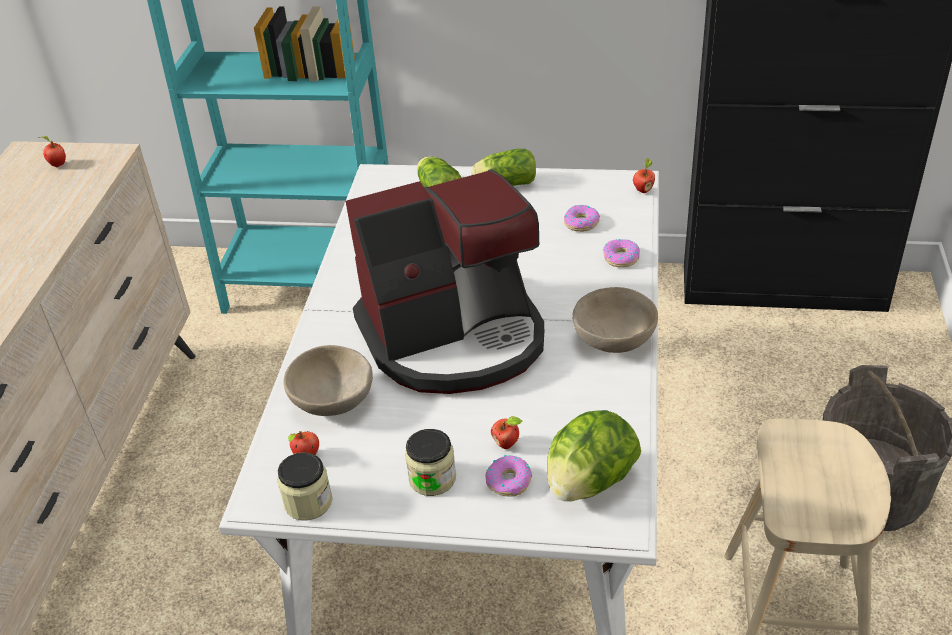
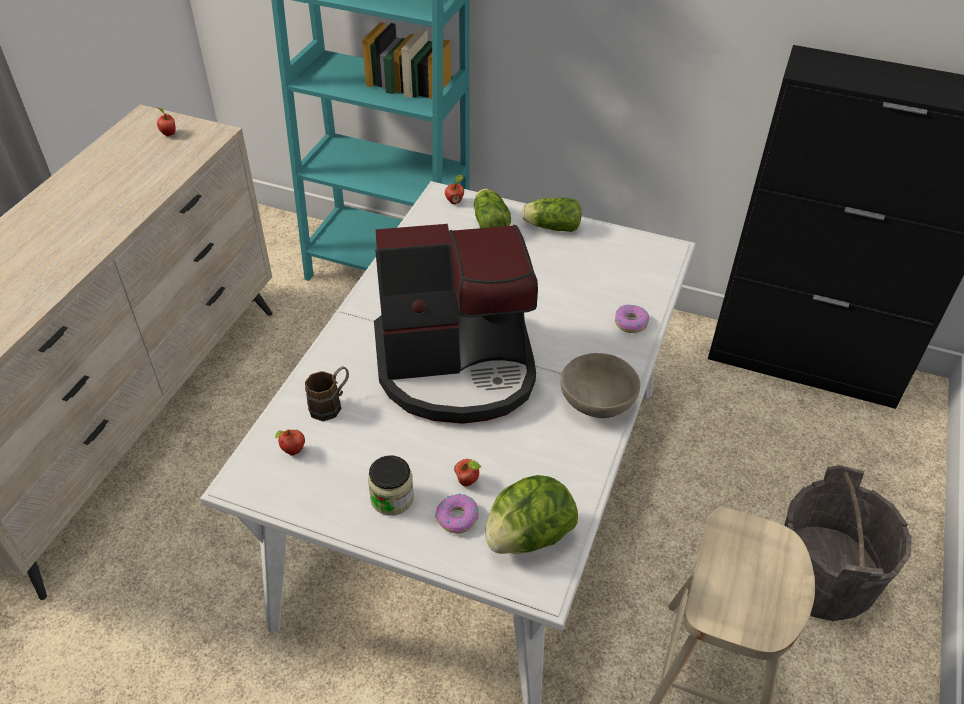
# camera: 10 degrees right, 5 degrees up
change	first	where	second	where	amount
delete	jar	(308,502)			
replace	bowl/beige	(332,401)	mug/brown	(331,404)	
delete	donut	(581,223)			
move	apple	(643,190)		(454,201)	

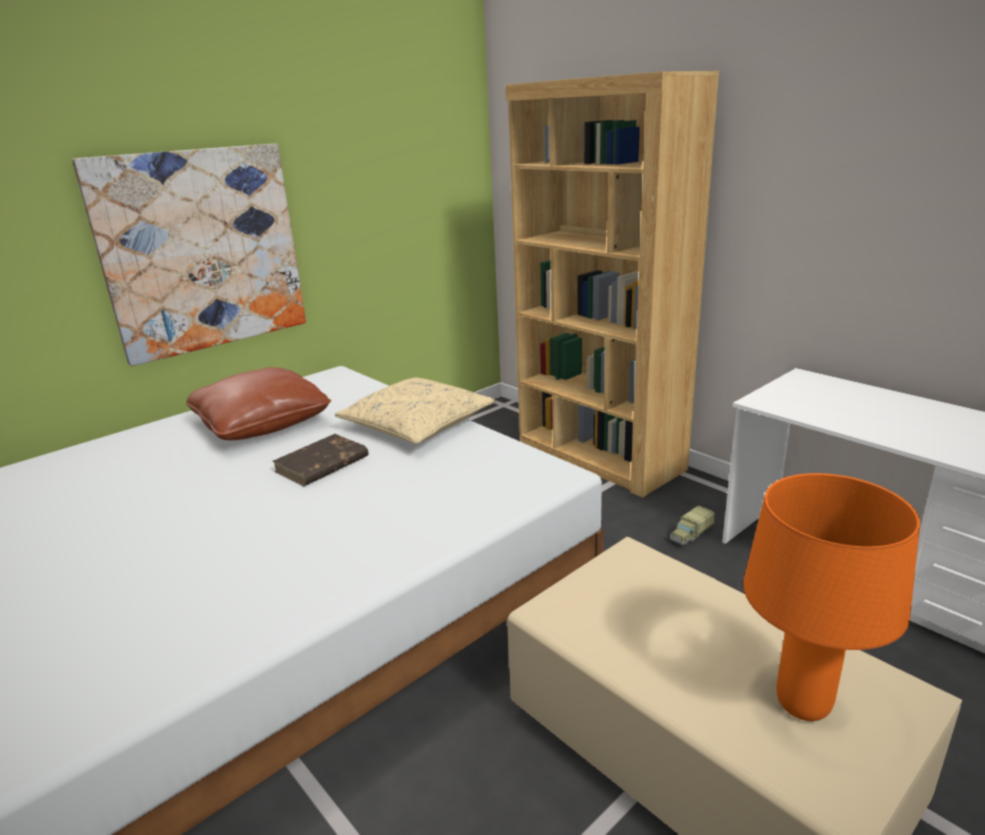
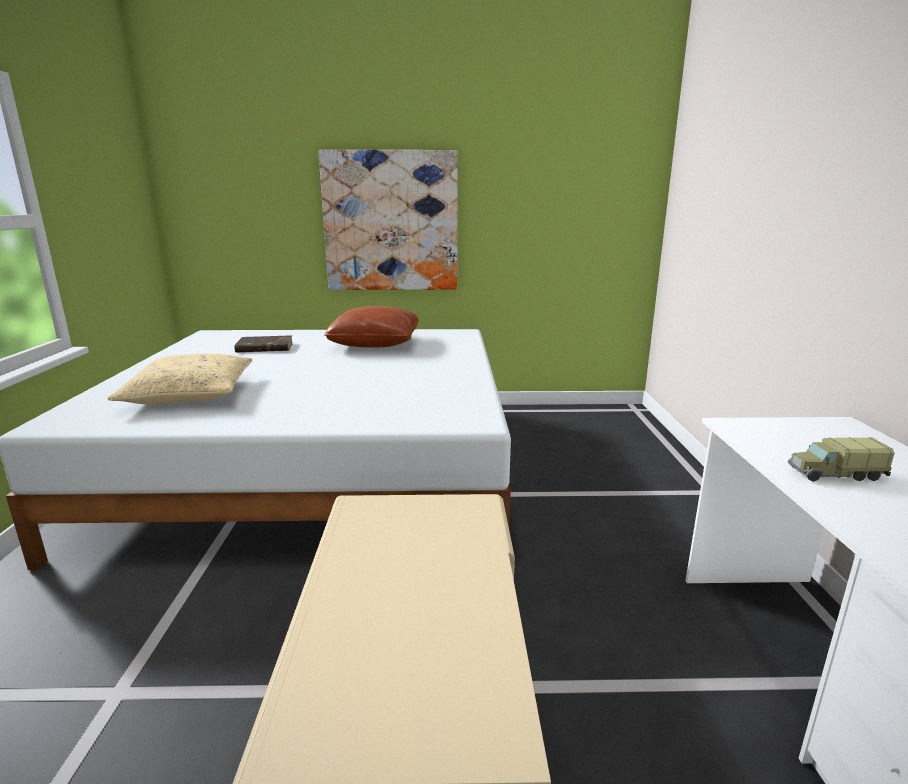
# camera: 40 degrees right, 5 degrees down
change	first	where	second	where	amount
move	book/brown	(321,465)		(264,348)	
move	pillow/beige	(417,424)		(190,393)	
delete	bookcase/brown	(599,456)			
move	toy truck	(690,535)		(834,474)	
delete	table lamp/orange	(804,705)			

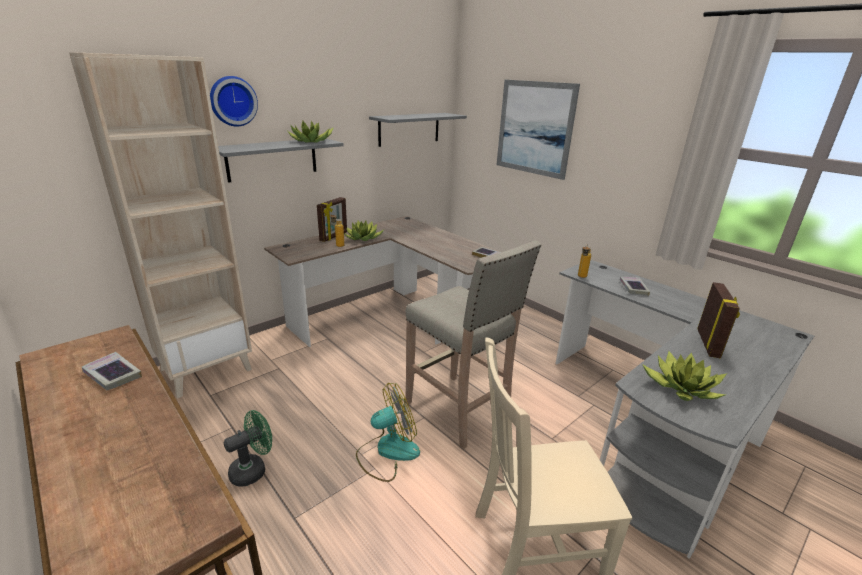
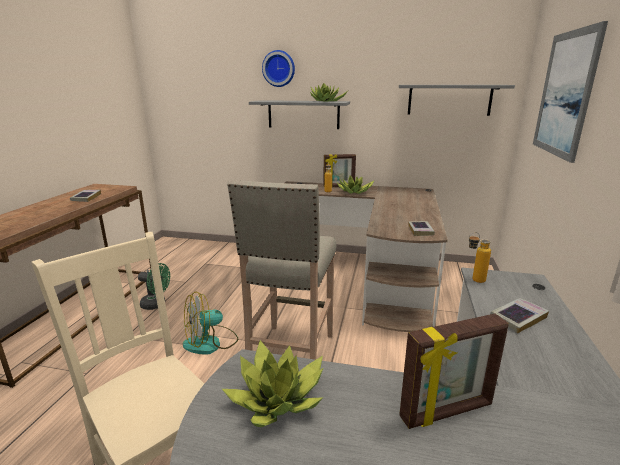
# camera: 55 degrees right, 5 degrees down
change	first	where	second	where	amount
delete	bookcase/beige	(206,368)			
rotate	fan	(387,452)		(211,343)	120 degrees clockwise

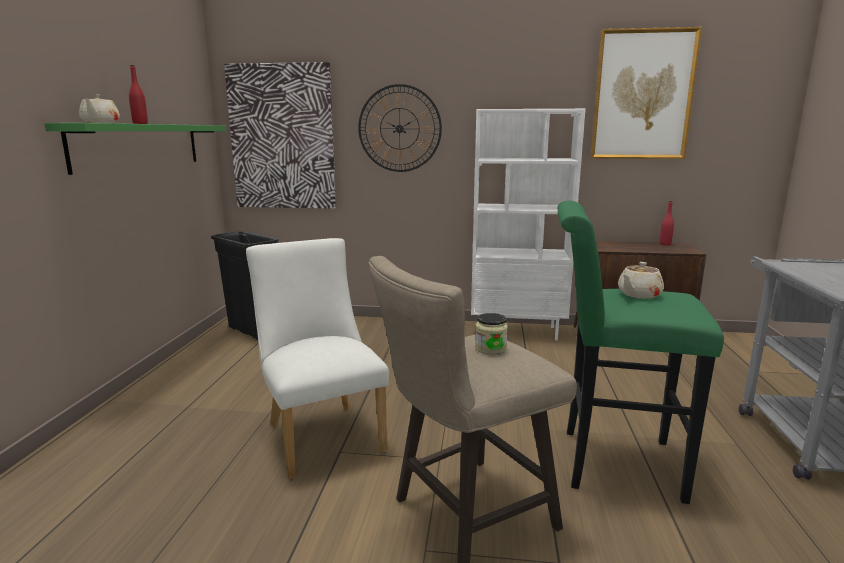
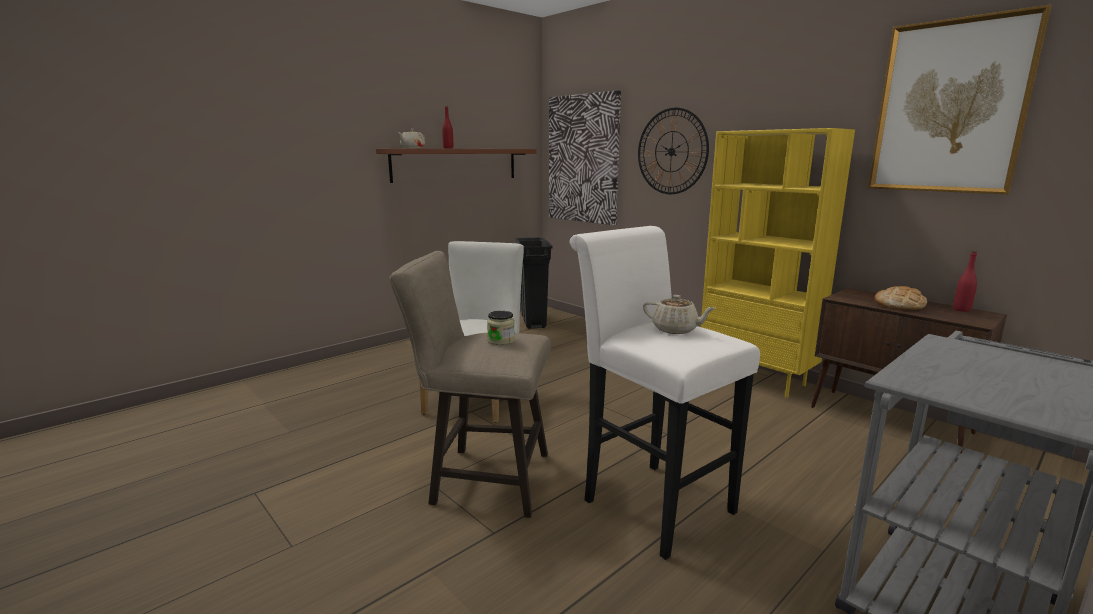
# camera: 40 degrees right, 0 degrees up
change	first	where	second	where	amount
recolor	shelf/green	(140,146)	shelf/brown	(456,164)	
recolor	bookcase/white	(517,331)	bookcase/yellow	(756,378)	
recolor	stool/green	(609,462)	stool/white	(650,501)	
rotate	teapot/beige	(638,295)		(675,330)	150 degrees counterclockwise
insert			bread	(899,304)	

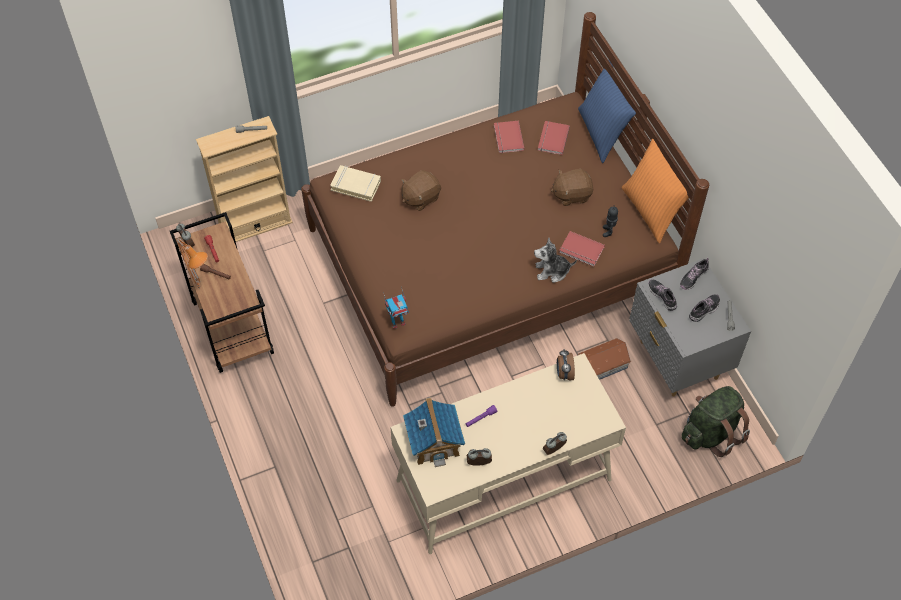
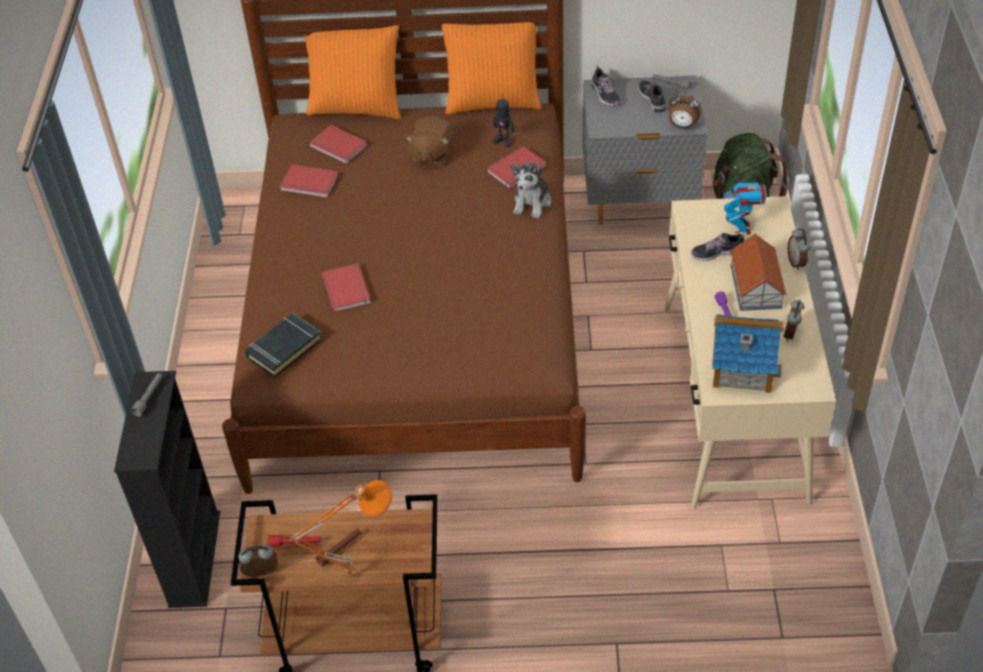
# camera: 65 degrees left, 10 degrees down
change	first	where	second	where	amount
recolor	bookcase/beige	(255,225)	bookcase/black	(194,559)	
recolor	book/beige	(356,185)	book/black	(284,348)	
move	toy robot	(397,322)		(742,228)	
replace	plush toy/brown	(420,198)	book/red	(348,289)	
move	alarm clock	(564,373)		(682,126)	
recolor	pillow/blue	(602,133)	pillow/orange	(356,107)	
move	toy house	(602,364)		(755,287)	
move	shoe	(662,296)		(717,253)	

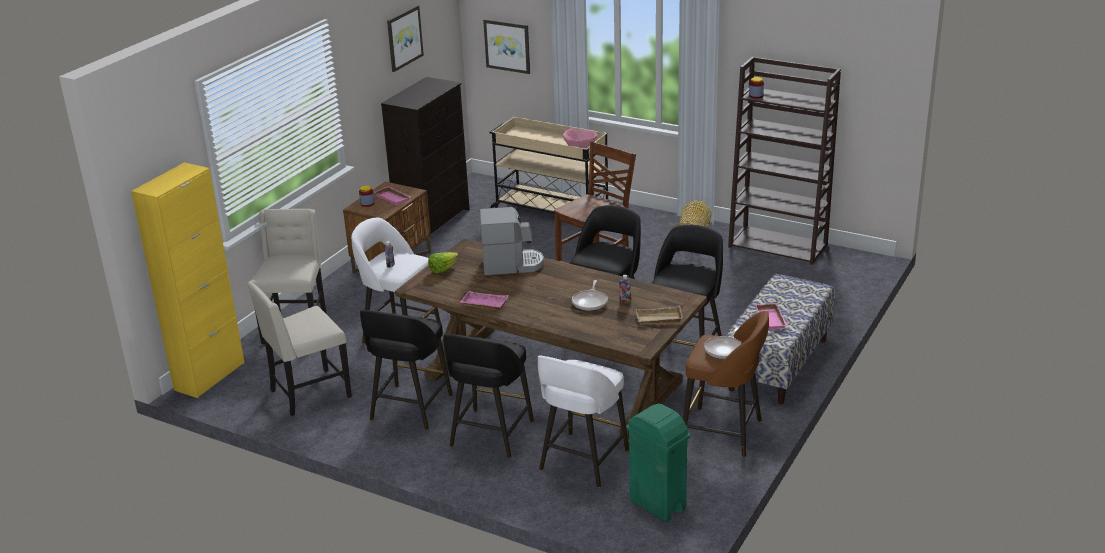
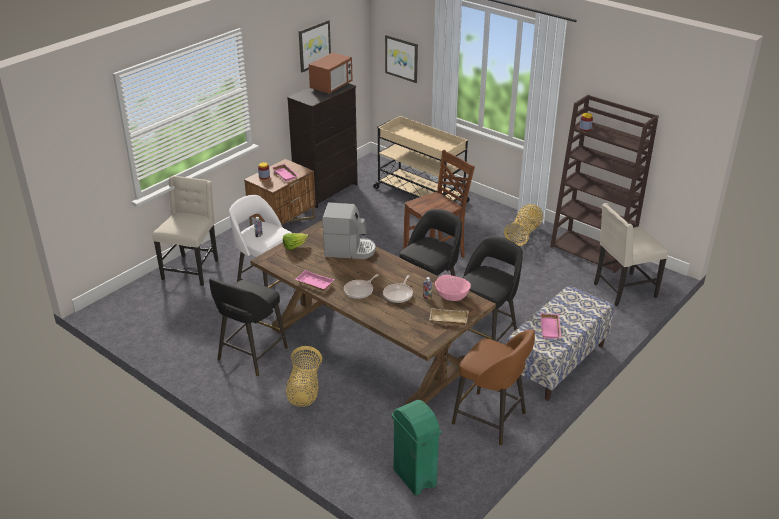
# camera: 10 degrees right, 5 degrees up
change	first	where	second	where	amount
delete	cabinet/yellow	(209,376)			
move	chair/beige	(308,394)		(623,290)	
replace	stool/black	(490,435)	basket	(304,389)	
delete	stool/white	(582,461)			
move	bowl/pink	(580,146)		(452,295)	
move	frying pan	(724,349)		(360,290)	
insert			microwave	(331,86)	

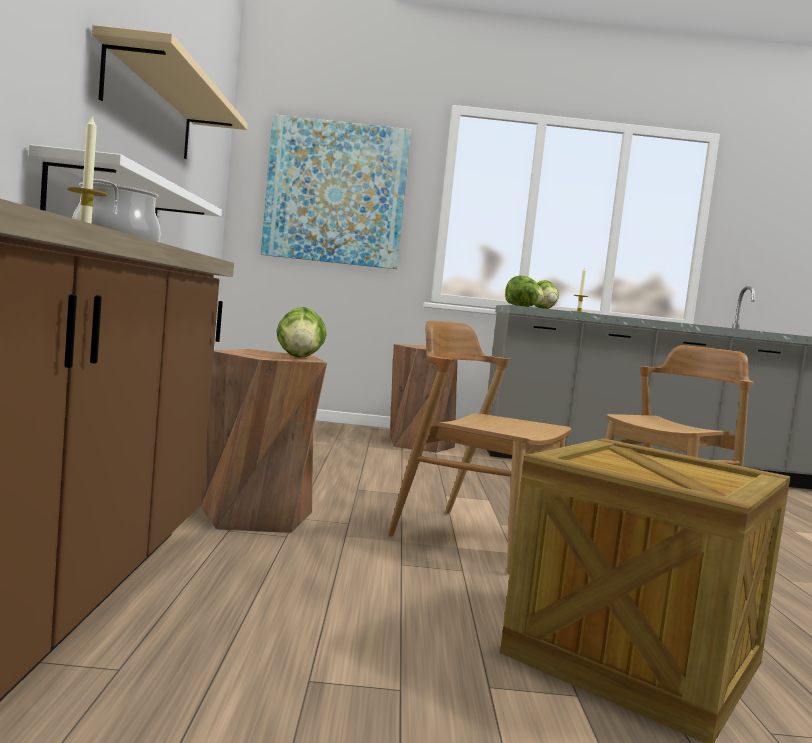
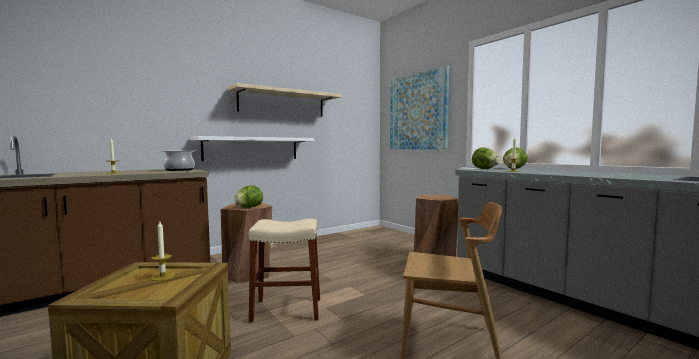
# camera: 55 degrees right, 0 degrees up
change	first	where	second	where	amount
replace	chair/brown	(474,539)	stool/beige	(287,309)	
insert			candle	(162,277)	

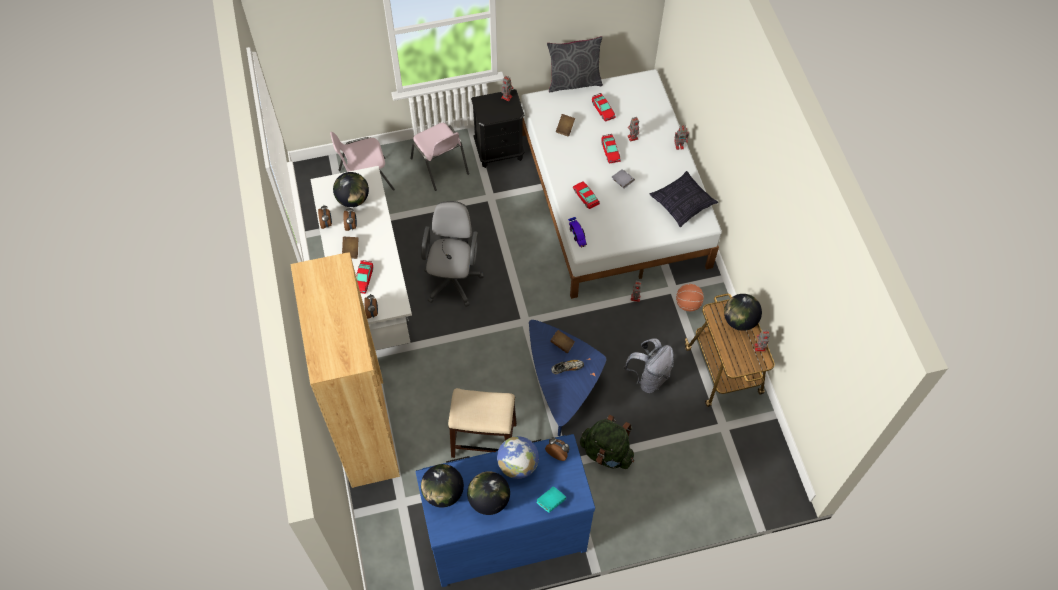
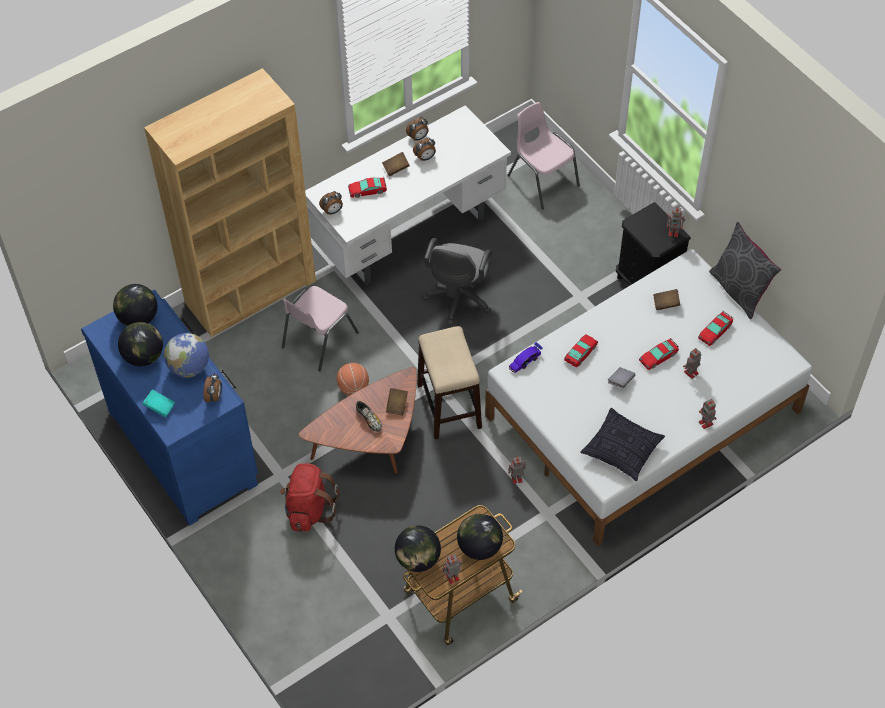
# camera: 70 degrees right, 5 degrees down
change	first	where	second	where	amount
move	globe	(353,199)		(418,559)	
move	chair/pink	(440,167)		(318,340)	
rotate	office chair/grey	(453,278)		(457,300)	120 degrees clockwise
move	stool	(483,440)		(449,405)	
recolor	coffee table/blue	(562,385)	coffee table/brown	(372,442)	
recolor	backpack/green	(606,452)	backpack/red	(309,509)	
delete	backpack/grey	(649,377)			
move	basketball	(688,304)		(353,388)	

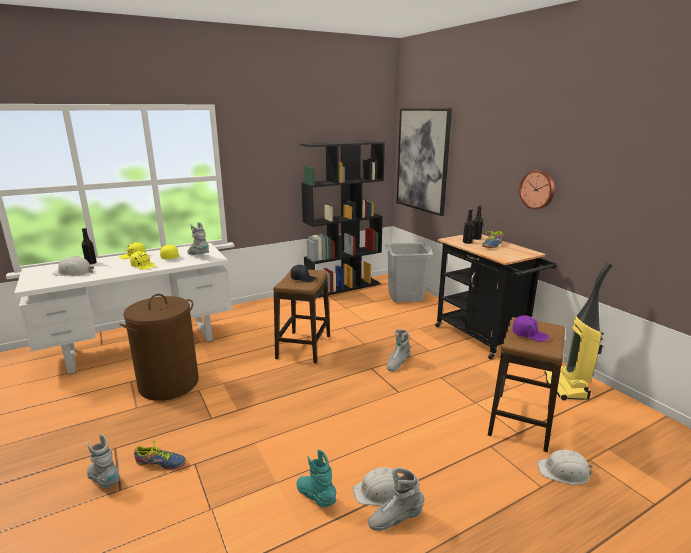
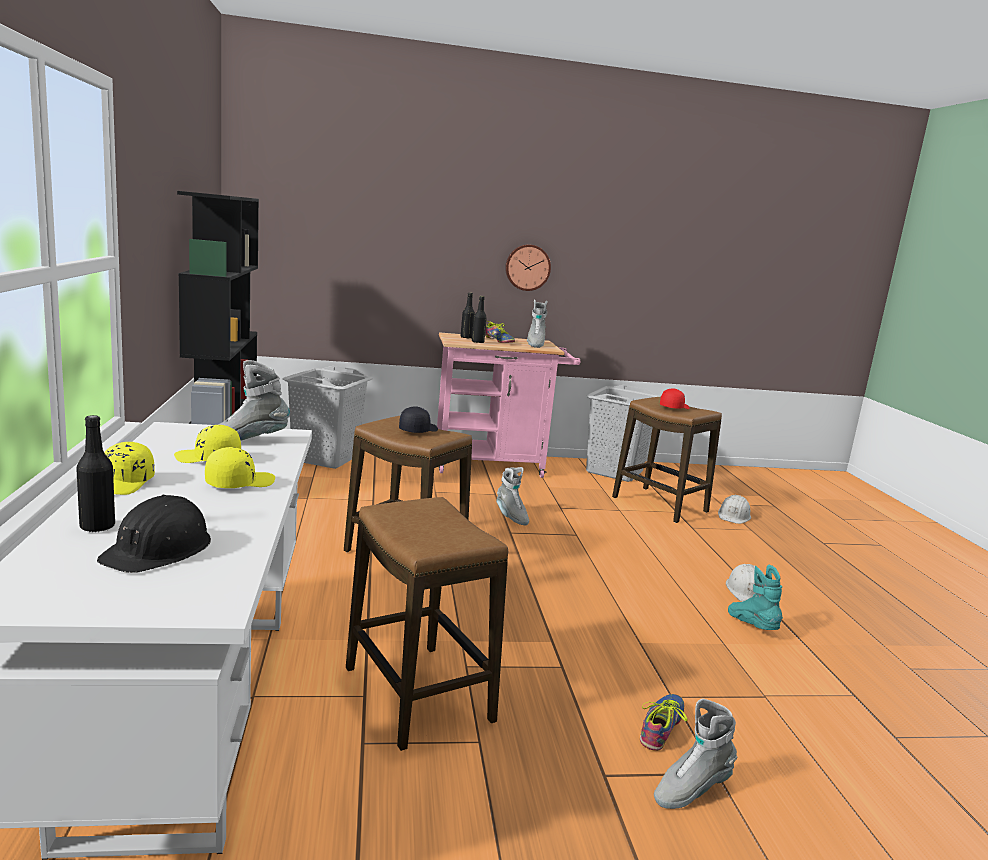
# camera: 70 degrees left, 5 degrees down
change	first	where	second	where	amount
recolor	hard hat/white	(74,272)	hard hat/black	(159,549)	
replace	laundry basket/brown	(169,384)	stool	(418,695)	
rotate	boot/turquoise	(316,497)		(751,625)	90 degrees clockwise
move	boot/grey	(395,519)		(535,344)	
delete	picture	(422,160)			
recolor	cart/black	(483,339)	cart/pink	(496,465)	
recolor	cap/purple	(529,334)	cap/red	(673,407)	
replace	vacuum cleaner	(567,387)	laundry basket/grey	(615,472)	

